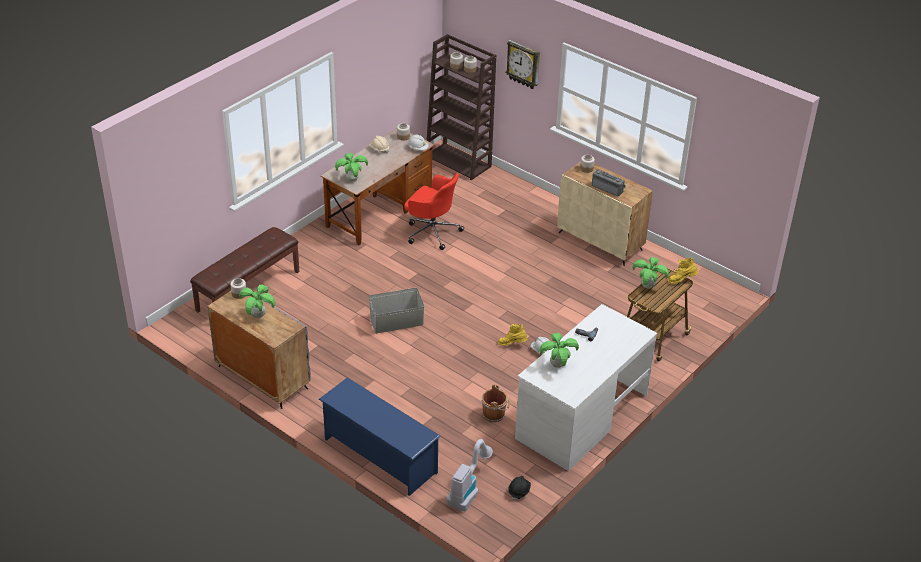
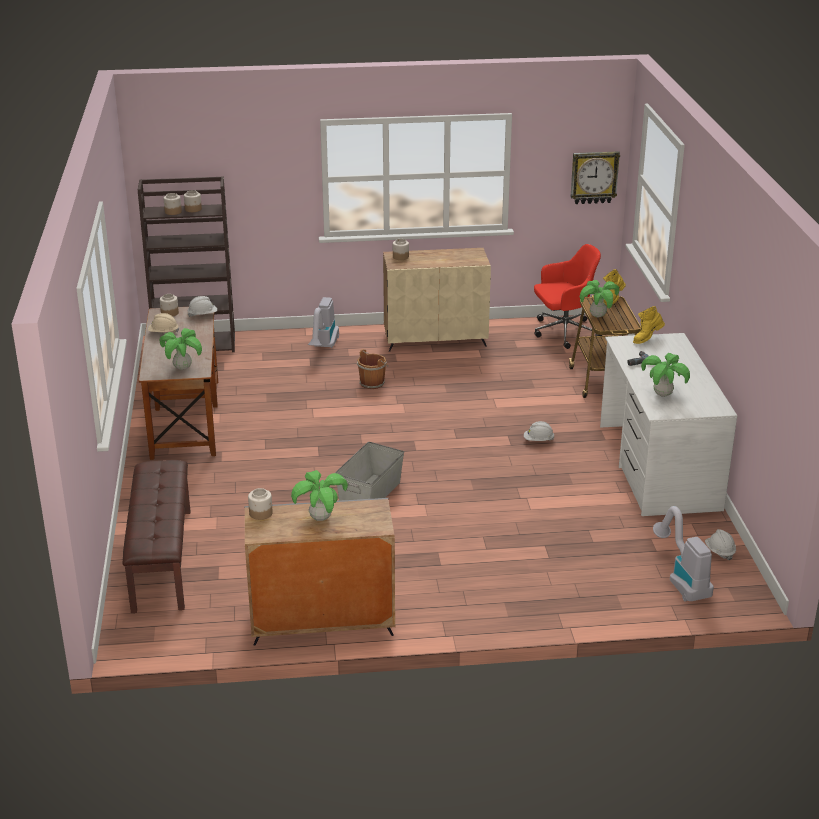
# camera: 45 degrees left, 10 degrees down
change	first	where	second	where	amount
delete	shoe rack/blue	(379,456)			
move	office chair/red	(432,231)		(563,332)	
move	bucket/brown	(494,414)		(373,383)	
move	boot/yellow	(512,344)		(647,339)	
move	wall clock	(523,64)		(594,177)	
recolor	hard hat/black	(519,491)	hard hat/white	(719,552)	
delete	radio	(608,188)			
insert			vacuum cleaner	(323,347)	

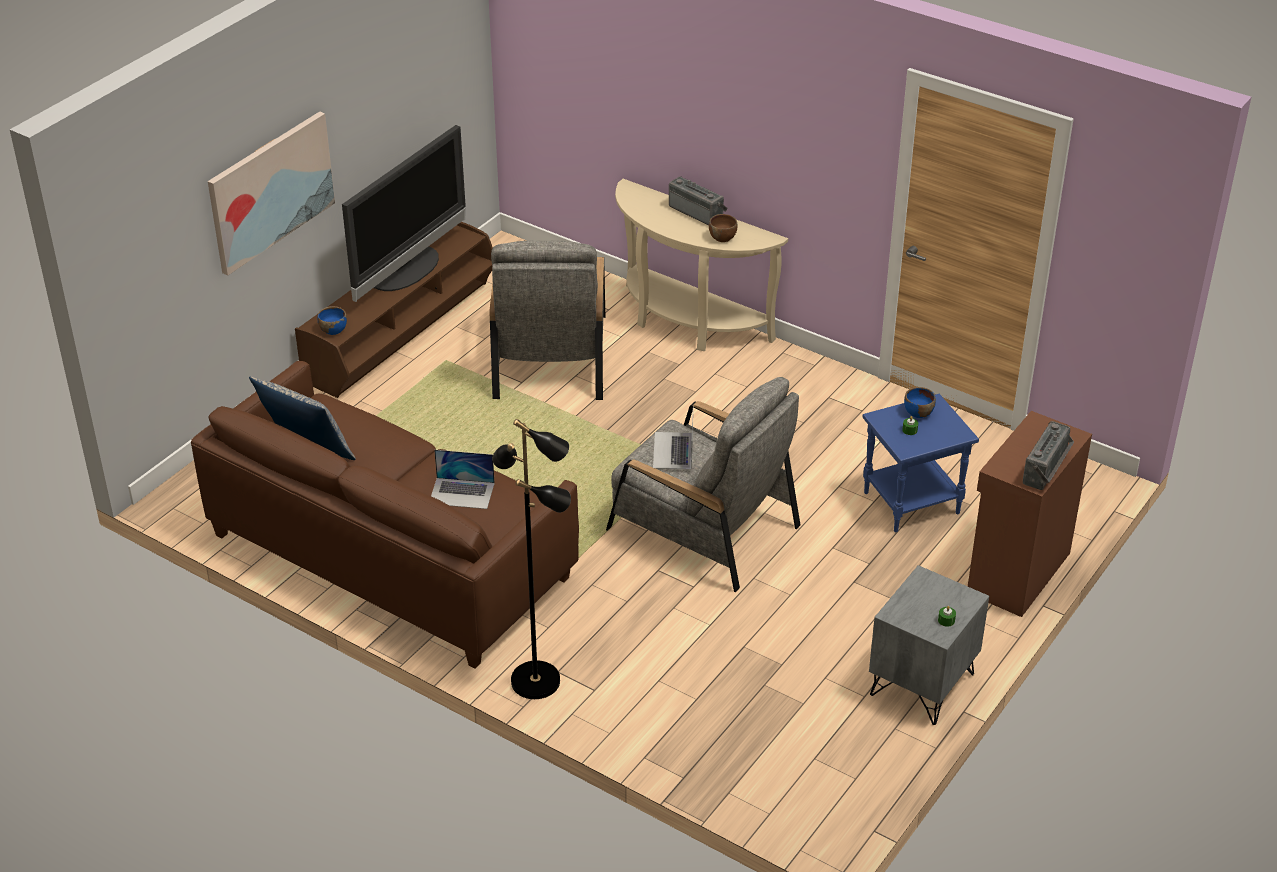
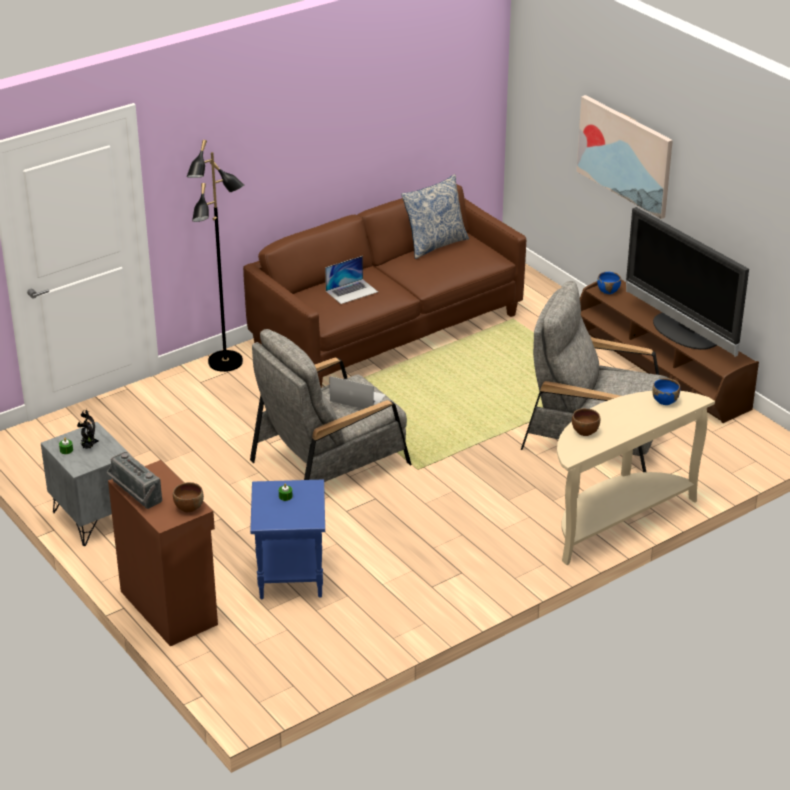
# camera: 110 degrees right, 5 degrees down
change	first	where	second	where	amount
rotate	laptop	(462,493)		(352,291)	150 degrees counterclockwise
delete	radio	(698,212)			
move	bowl/blue	(918,412)		(665,400)	
insert			potted plant	(88,447)	
insert			bowl/brown	(189,507)	

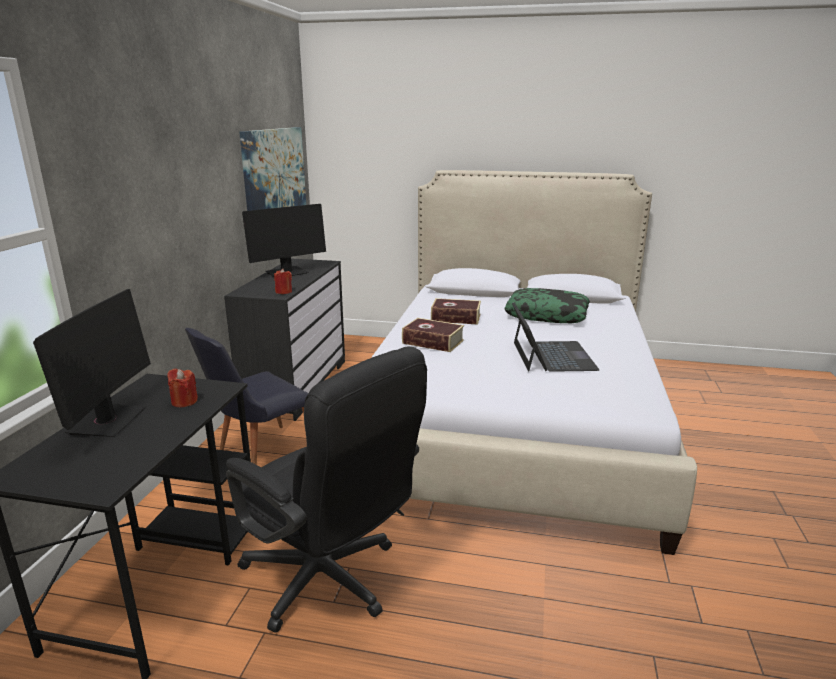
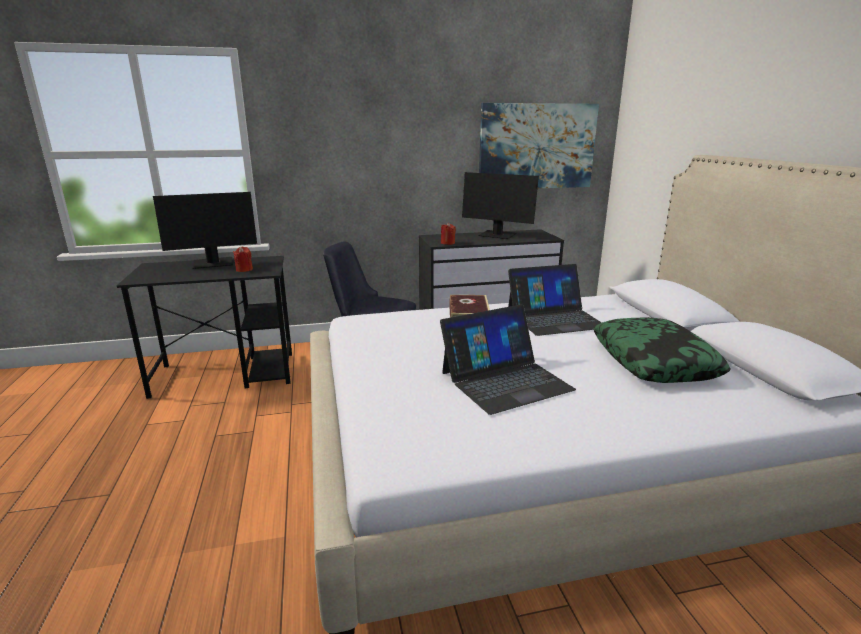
# camera: 65 degrees right, 0 degrees up
change	first	where	second	where	amount
delete	office chair/black	(330,582)			
replace	book	(456,318)	laptop	(555,318)	

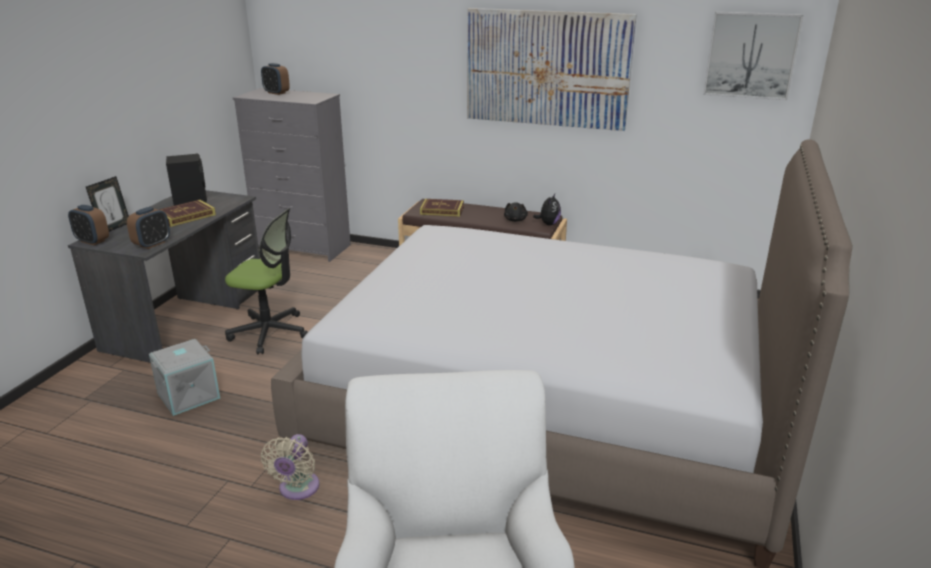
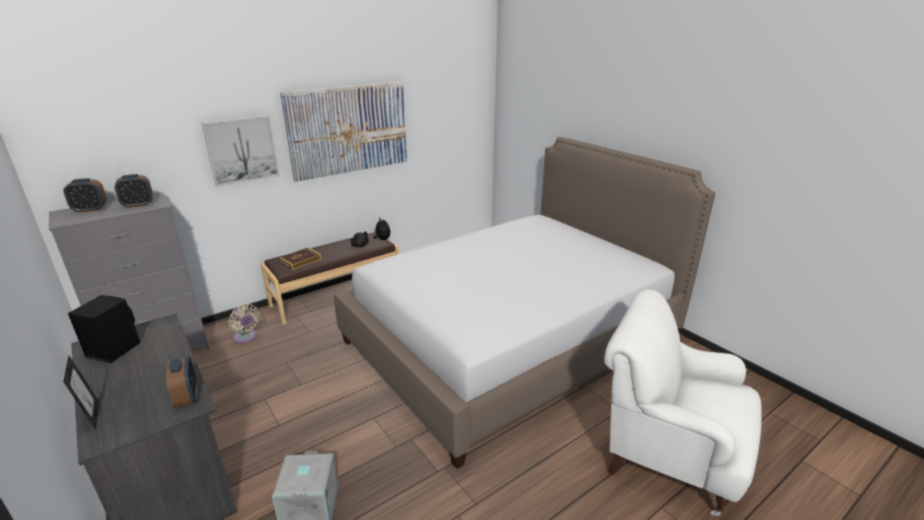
# camera: 55 degrees left, 0 degrees up
change	first	where	second	where	amount
move	alarm clock	(92,241)		(138,205)	
delete	book	(186,216)			
delete	office chair	(269,332)			
move	fan/beige	(297,489)		(246,337)	
move	picture	(751,55)		(242,150)	

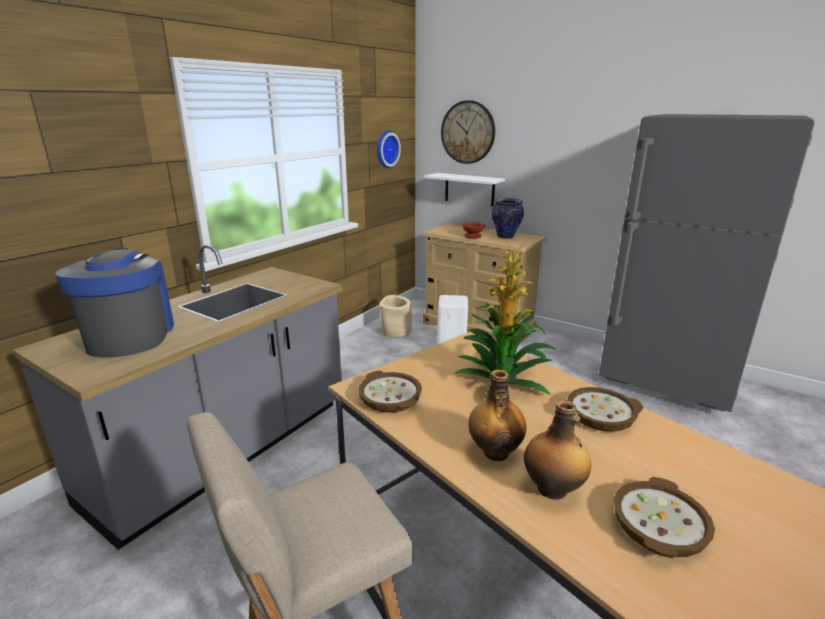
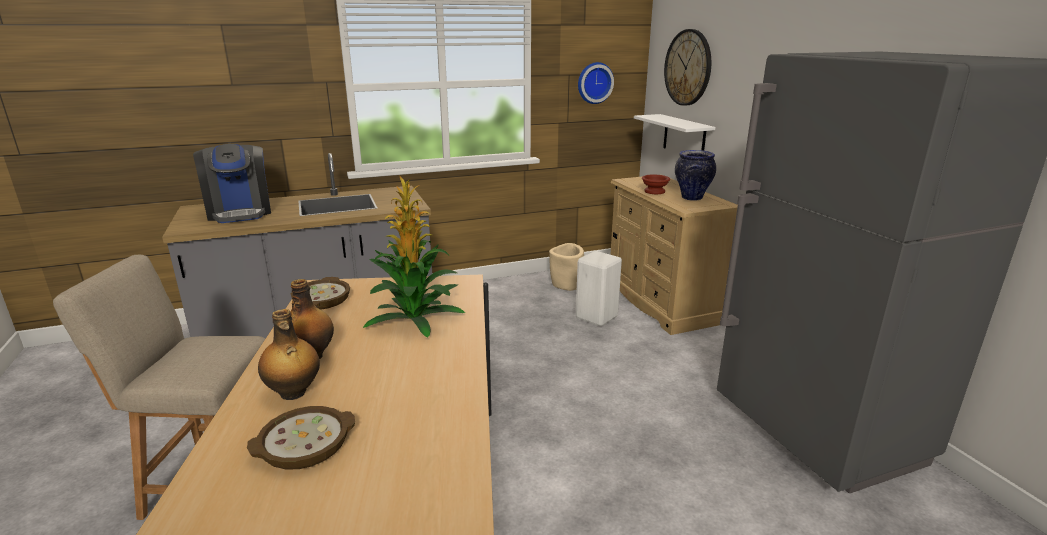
# camera: 35 degrees right, 0 degrees up
change	first	where	second	where	amount
rotate	coffee machine	(130,336)		(240,212)	135 degrees clockwise
delete	bowl	(600,416)			

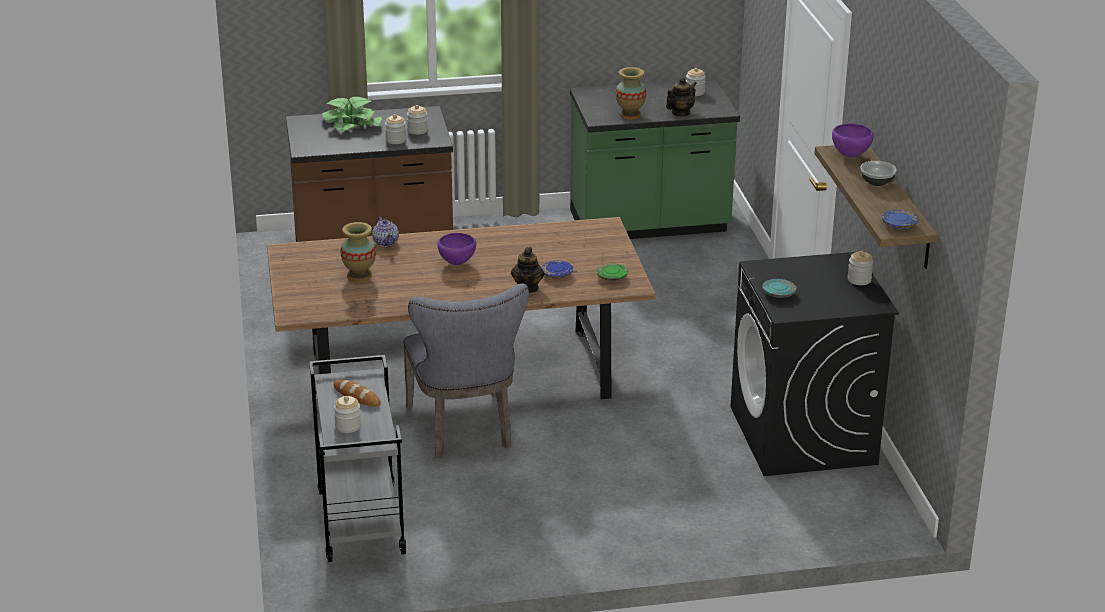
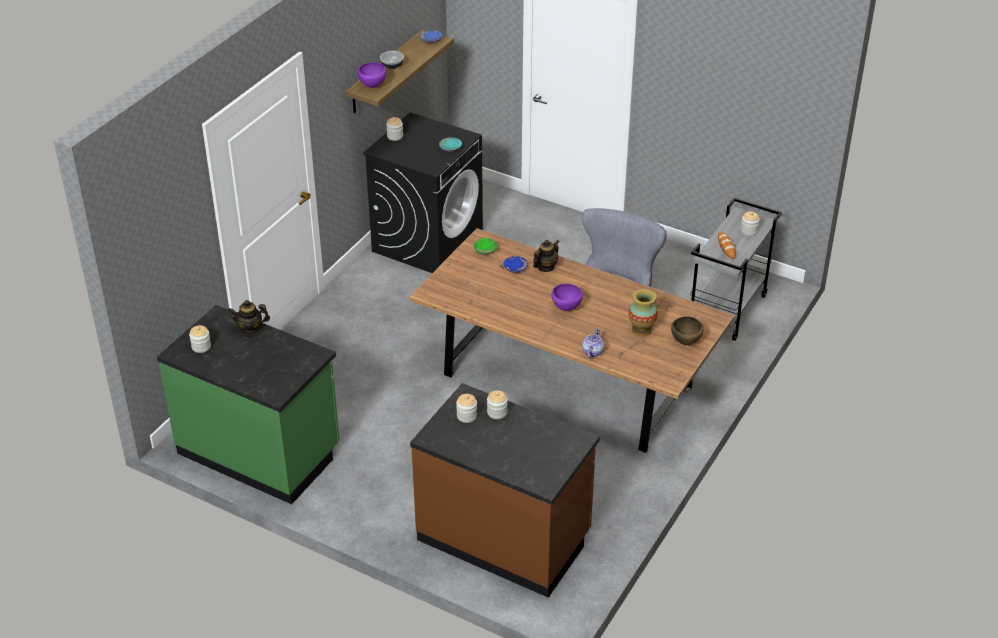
# camera: 140 degrees left, 10 degrees up
change	first	where	second	where	amount
delete	potted plant	(352,124)			
delete	vase	(630,115)			
insert			bowl/brown	(686,342)	

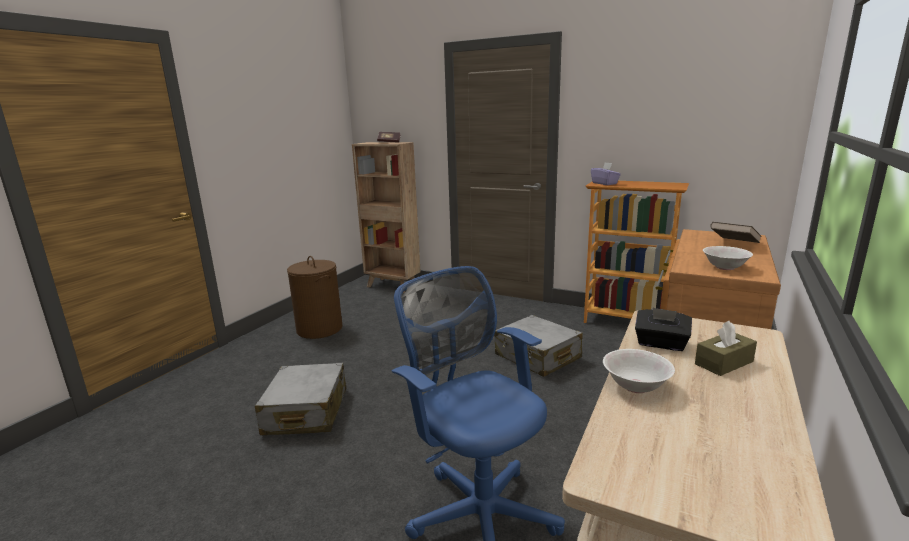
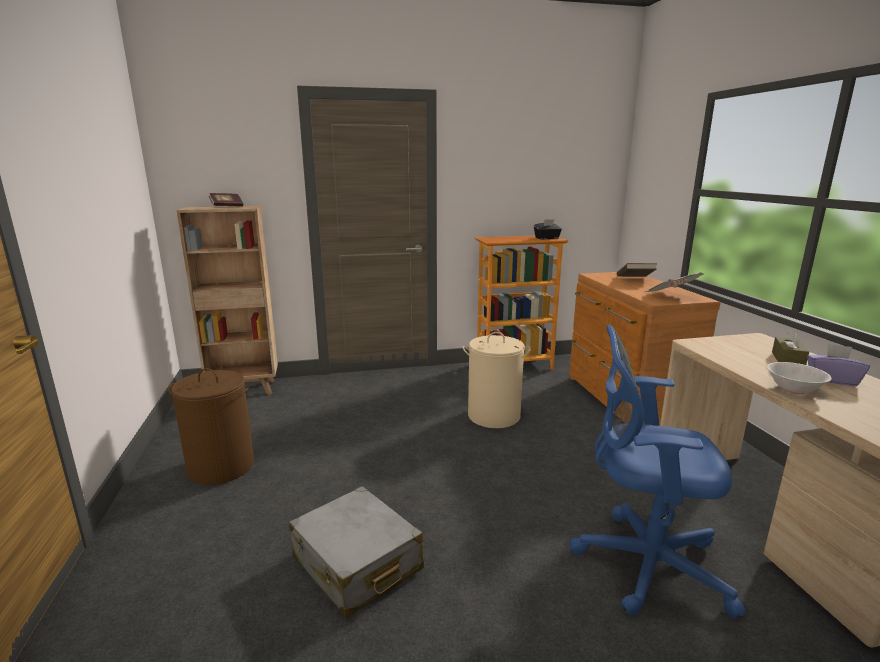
# camera: 40 degrees left, 0 degrees up
change	first	where	second	where	amount
replace	suitcase/grey	(537,357)	laundry basket/beige	(494,416)	
move	tissue box/purple	(604,183)		(832,379)	
move	tissue box/black	(661,344)		(547,238)	
replace	bowl/white	(724,267)	newspaper	(671,296)	

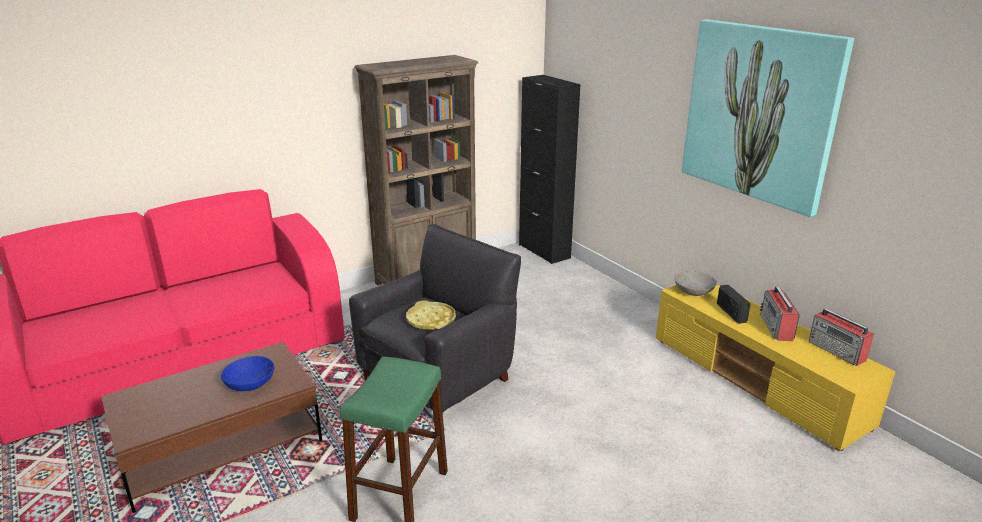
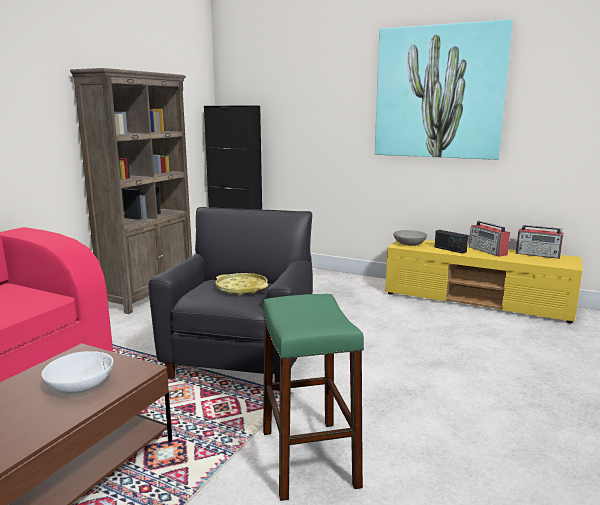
# camera: 30 degrees left, 10 degrees down
change	first	where	second	where	amount
recolor	bowl/blue	(250,383)	bowl/white	(80,385)	

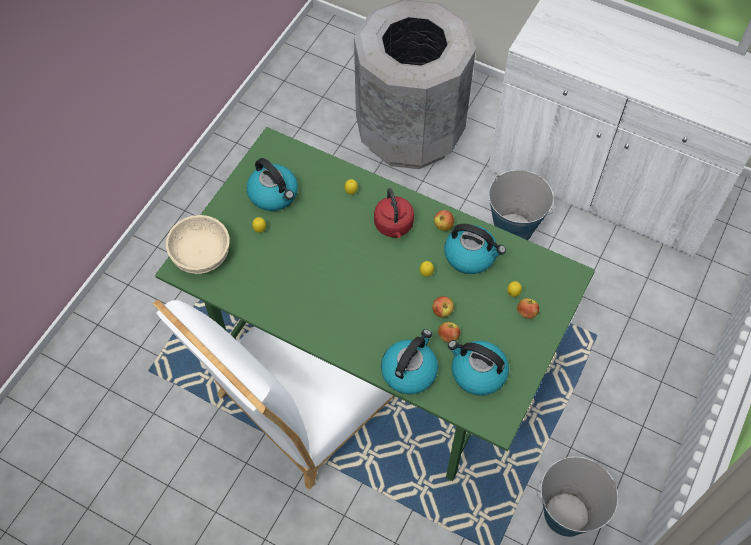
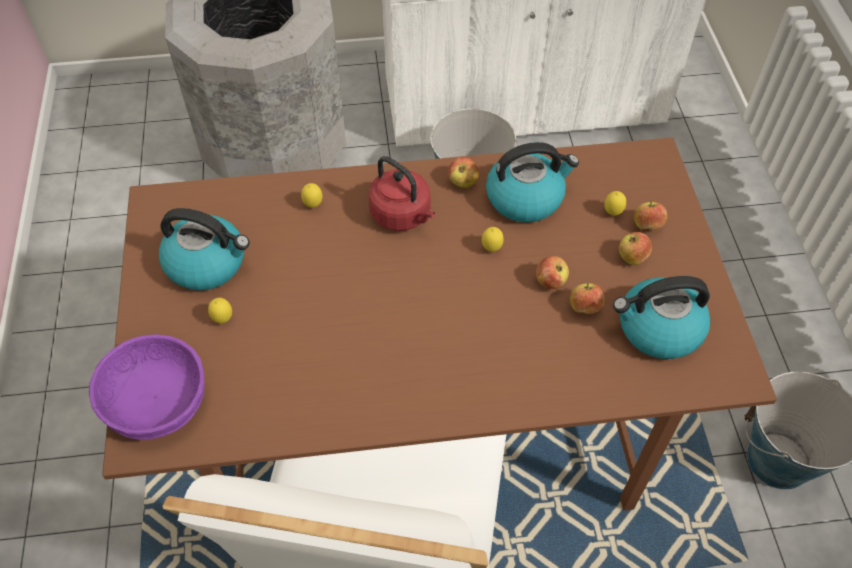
# camera: 35 degrees left, 5 degrees down
change	first	where	second	where	amount
recolor	dining table/green	(372,353)	dining table/brown	(423,420)	
recolor	bowl/beige	(200,254)	bowl/purple	(156,403)	
delete	kettle	(409,371)			
insert			apple	(632,257)	

